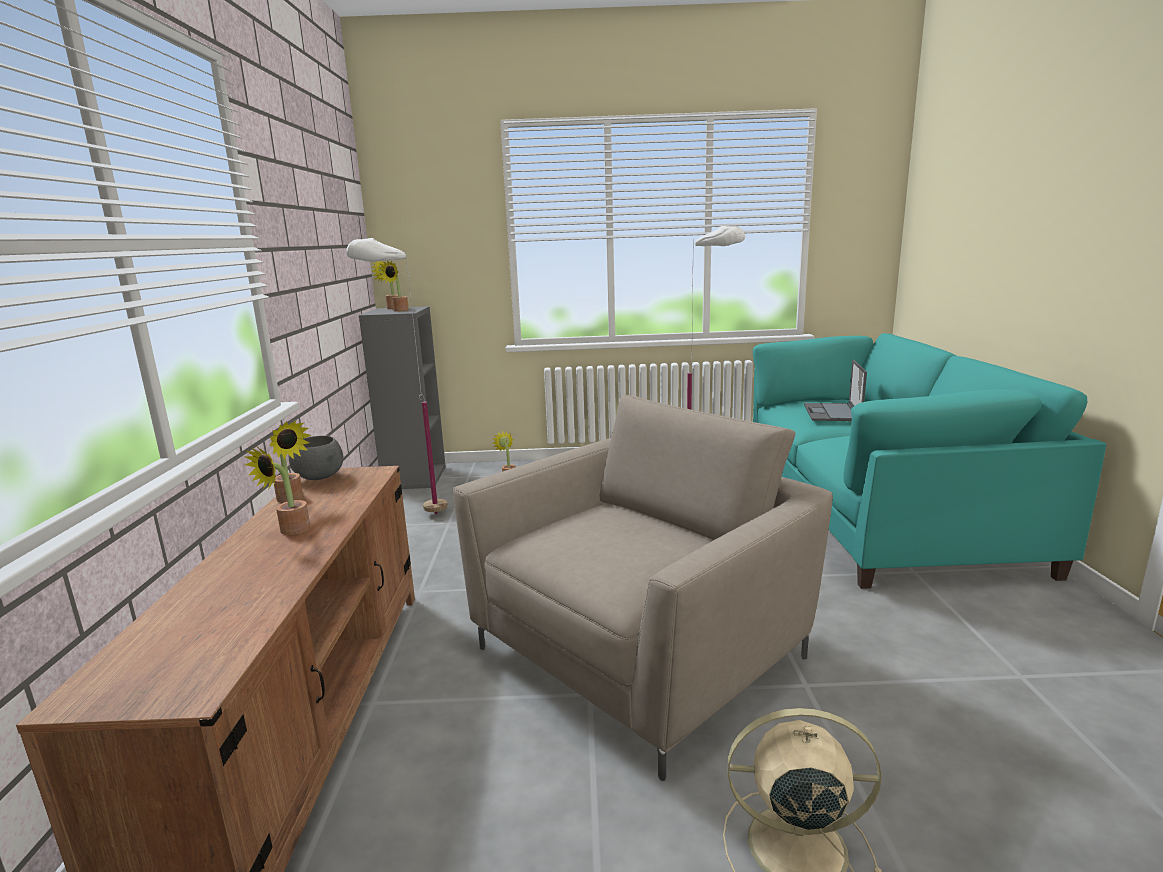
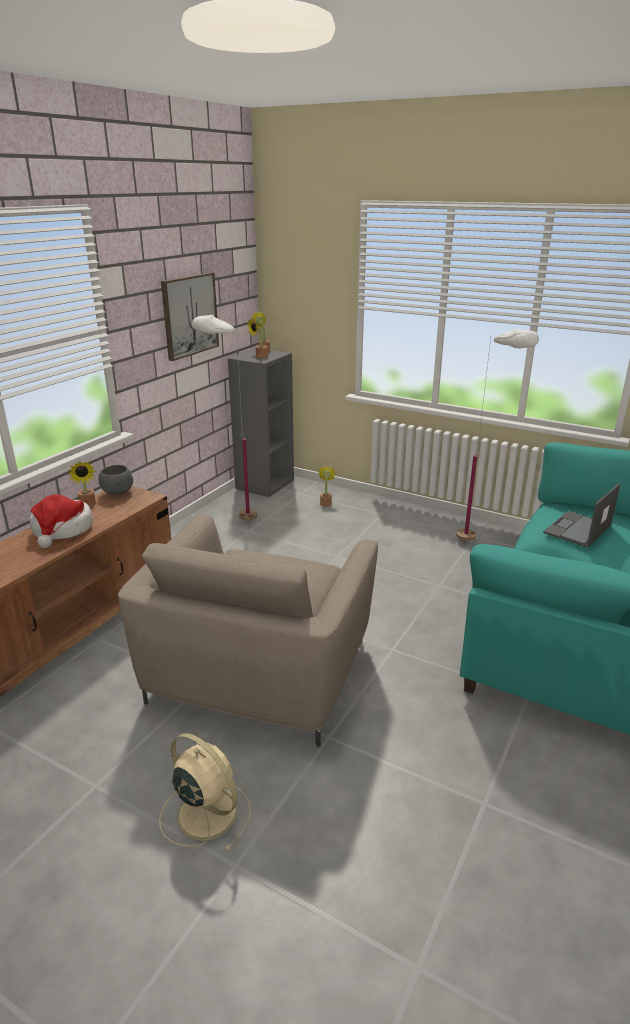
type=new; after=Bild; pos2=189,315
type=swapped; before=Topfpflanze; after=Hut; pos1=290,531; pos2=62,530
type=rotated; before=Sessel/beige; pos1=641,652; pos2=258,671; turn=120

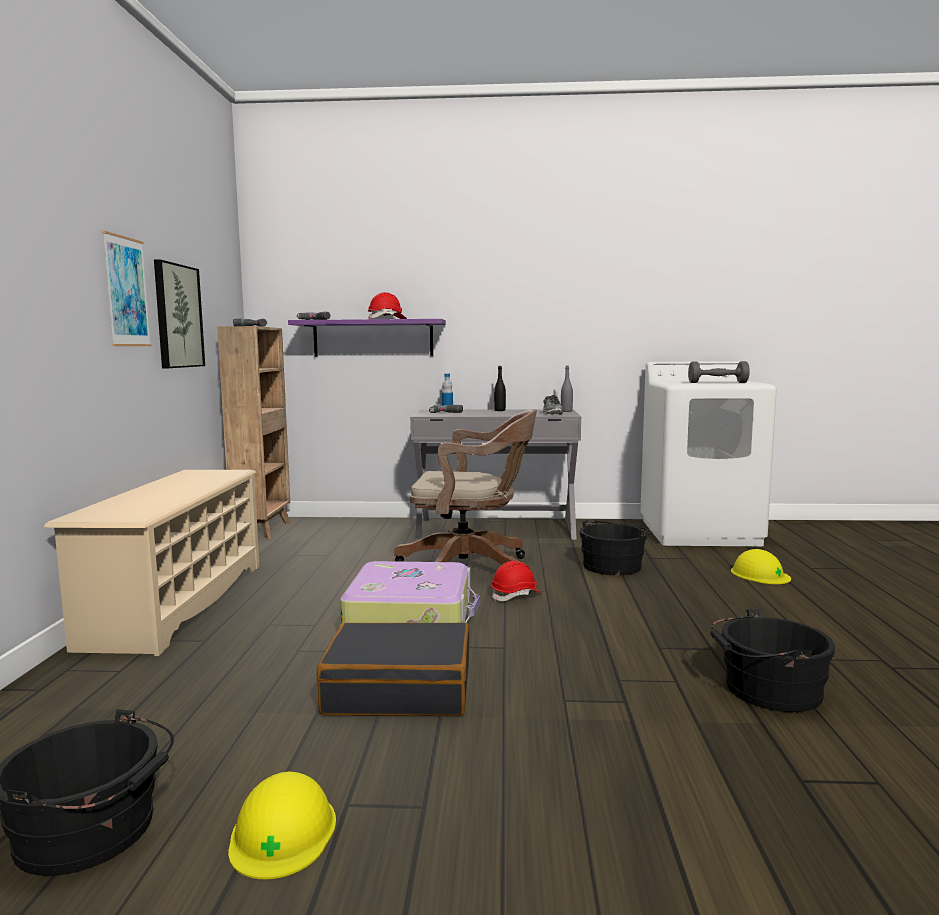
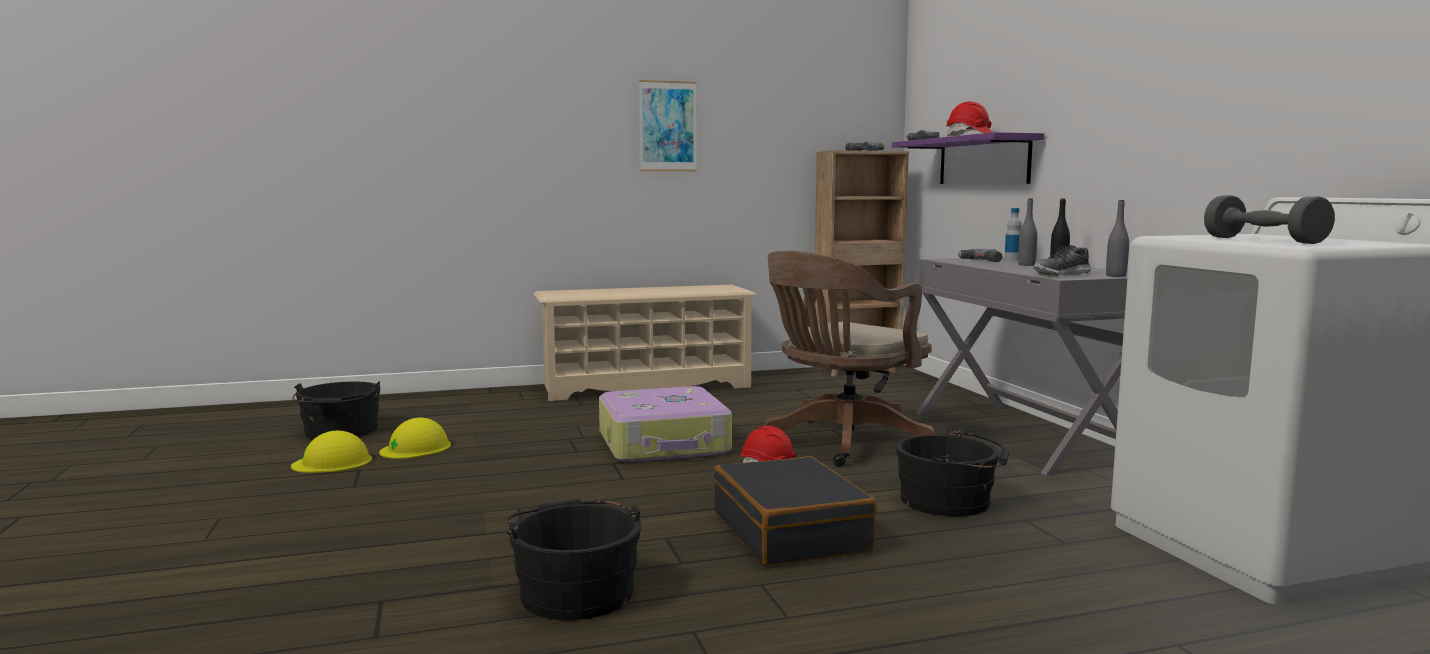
type=gone; before=Bild; pos1=177,316
type=new; after=Flasche/grau; pos2=1026,265
type=shifted; before=Koffer/schwarz; pos1=399,689; pos2=791,532
type=shifted; before=Schutzhelm/gelb; pos1=760,574; pos2=416,448
type=rotated; before=Bürostuhl/braun; pos1=471,567; pos2=842,444; turn=60

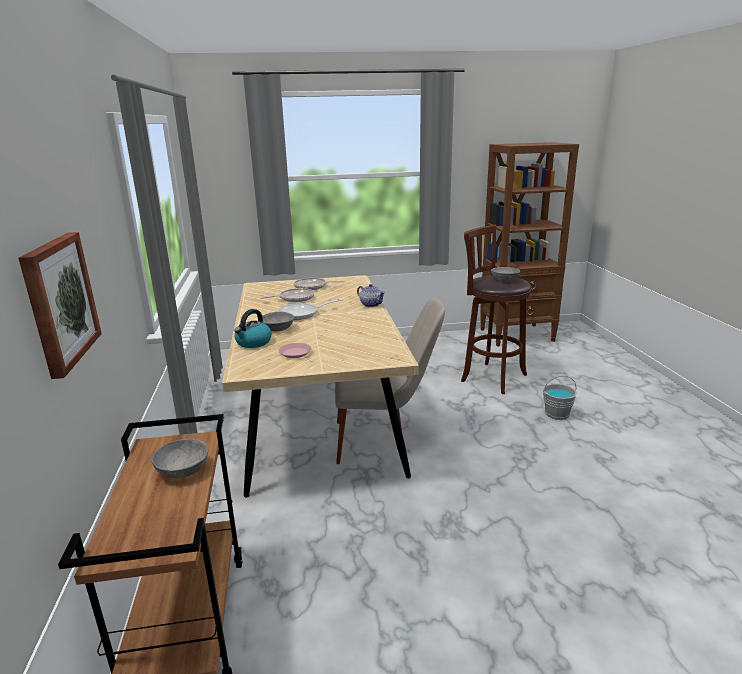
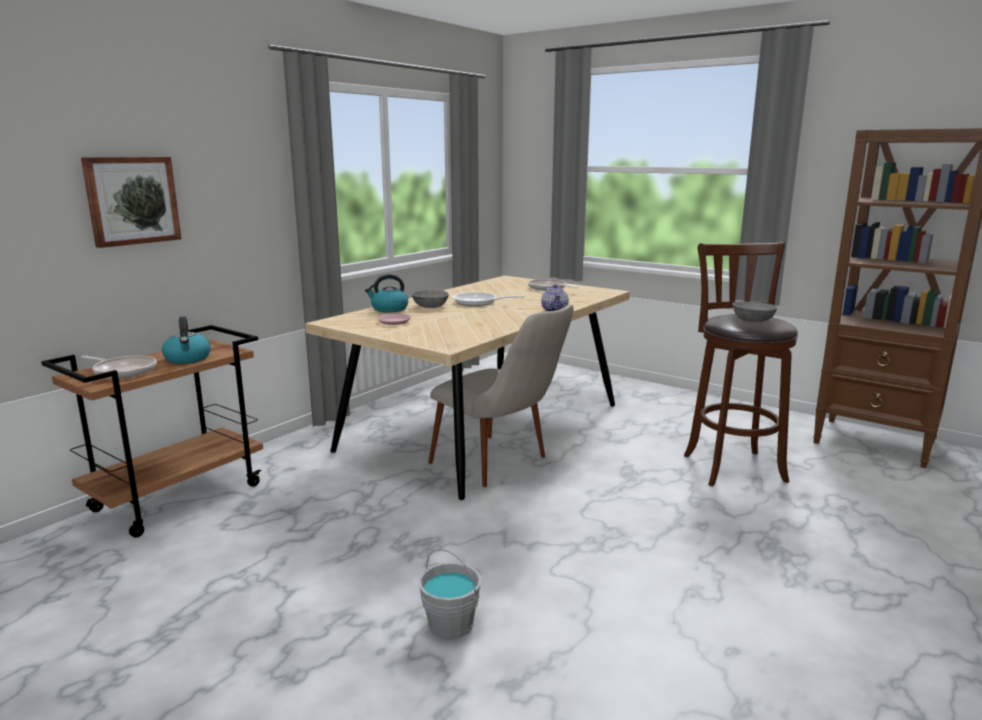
type=shifted; before=Pfanne; pos1=294,298; pos2=123,371
type=shifted; before=Eimer/grau; pos1=556,414; pos2=451,624
type=swapped; before=Schüssel/grau; after=Wasserkessel; pos1=183,469; pos2=188,359

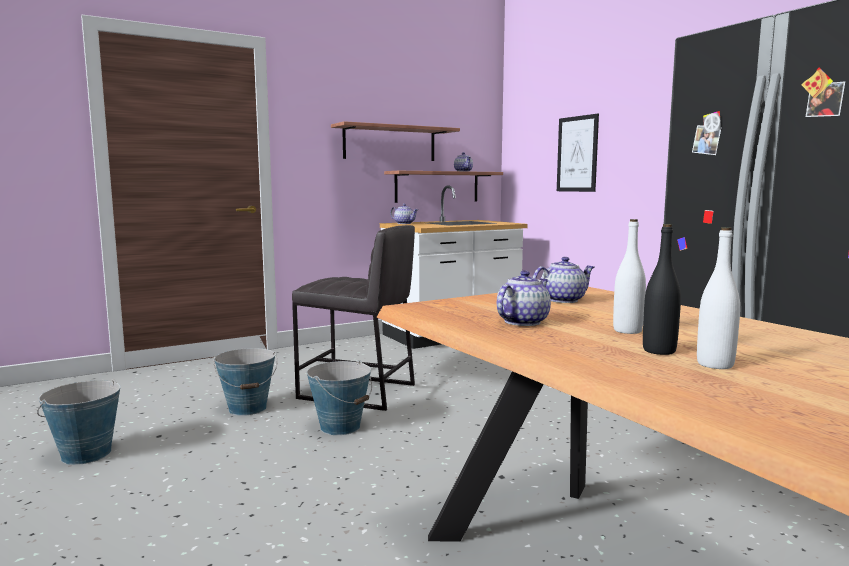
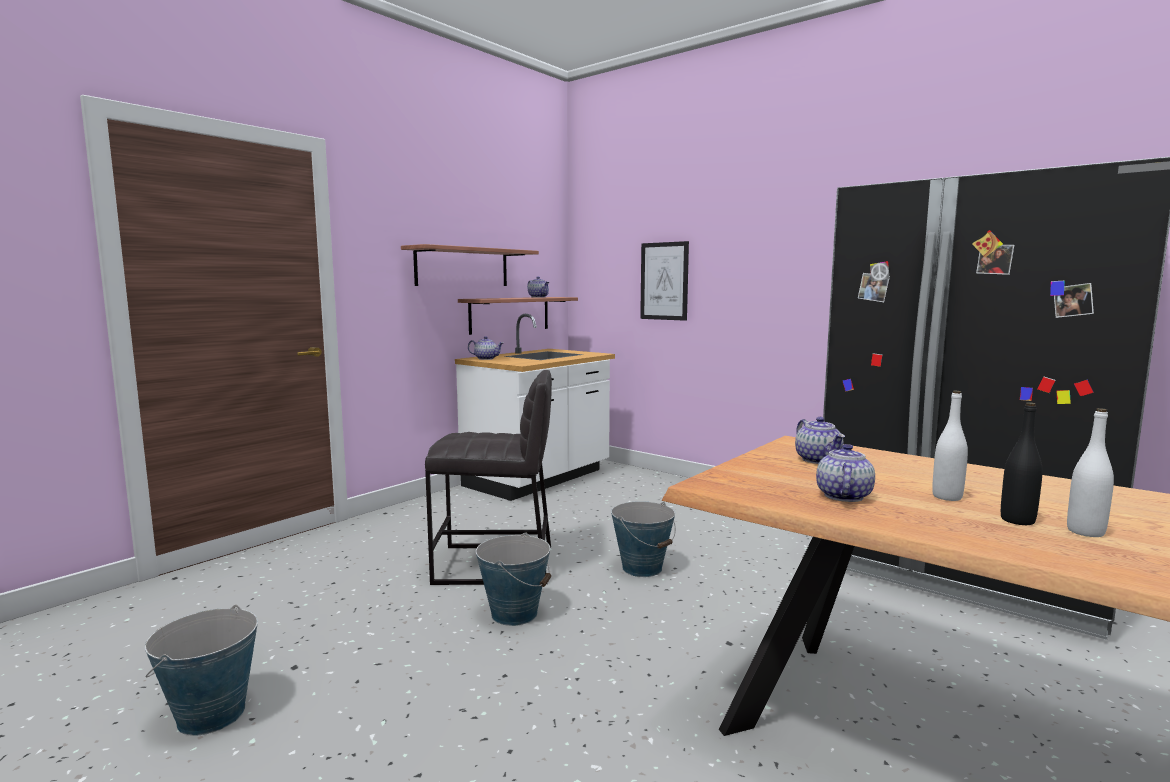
type=shifted; before=Eimer; pos1=248,408; pos2=642,568
type=rotated; before=Teekanne; pos1=563,300; pos2=819,460; turn=120

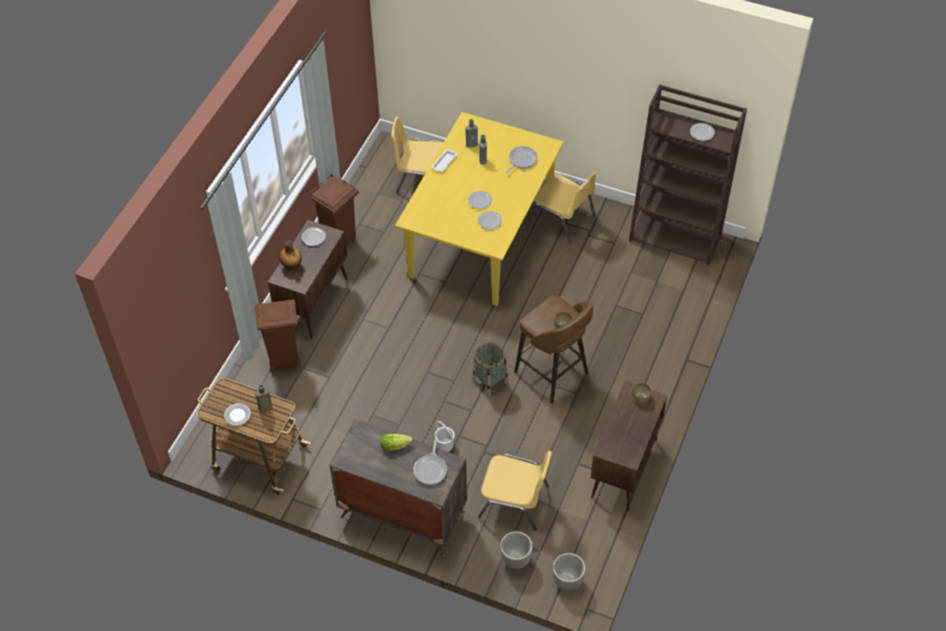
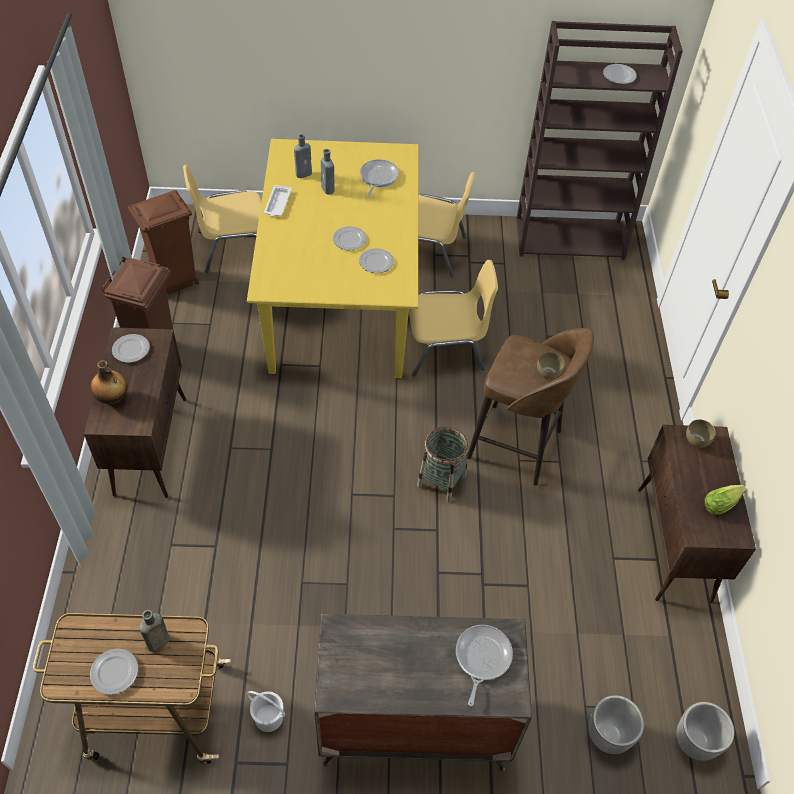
type=shifted; before=Mülleimer/braun; pos1=284,361; pos2=175,283
type=shifted; before=Salatkopf; pos1=397,445; pos2=722,503
type=shifted; before=Eimer/weiß; pos1=444,445; pos2=268,718
type=shifted; before=Stuhl/gelb; pos1=515,501; pos2=445,348
type=rotated; before=Pfanne; pos1=431,469; pos2=481,658; turn=-150

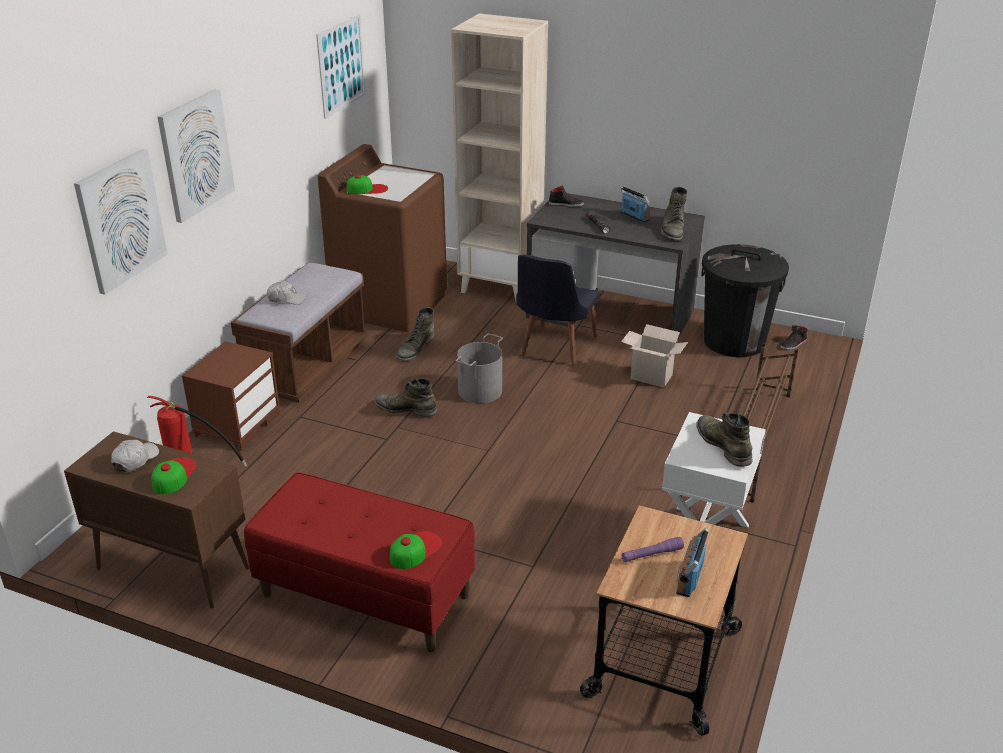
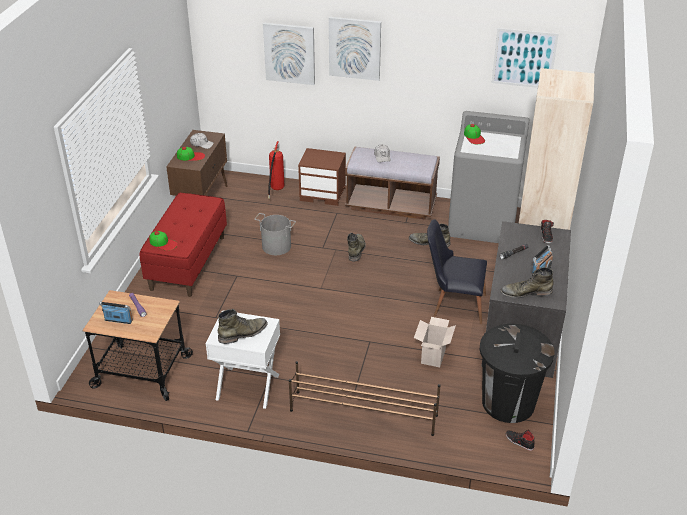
type=shifted; before=Eimer/grau; pos1=479,390; pos2=276,246
type=repainted; before=Waschmaschine/braun; after=Waschmaschine/grau; pos1=390,304; pos2=483,223

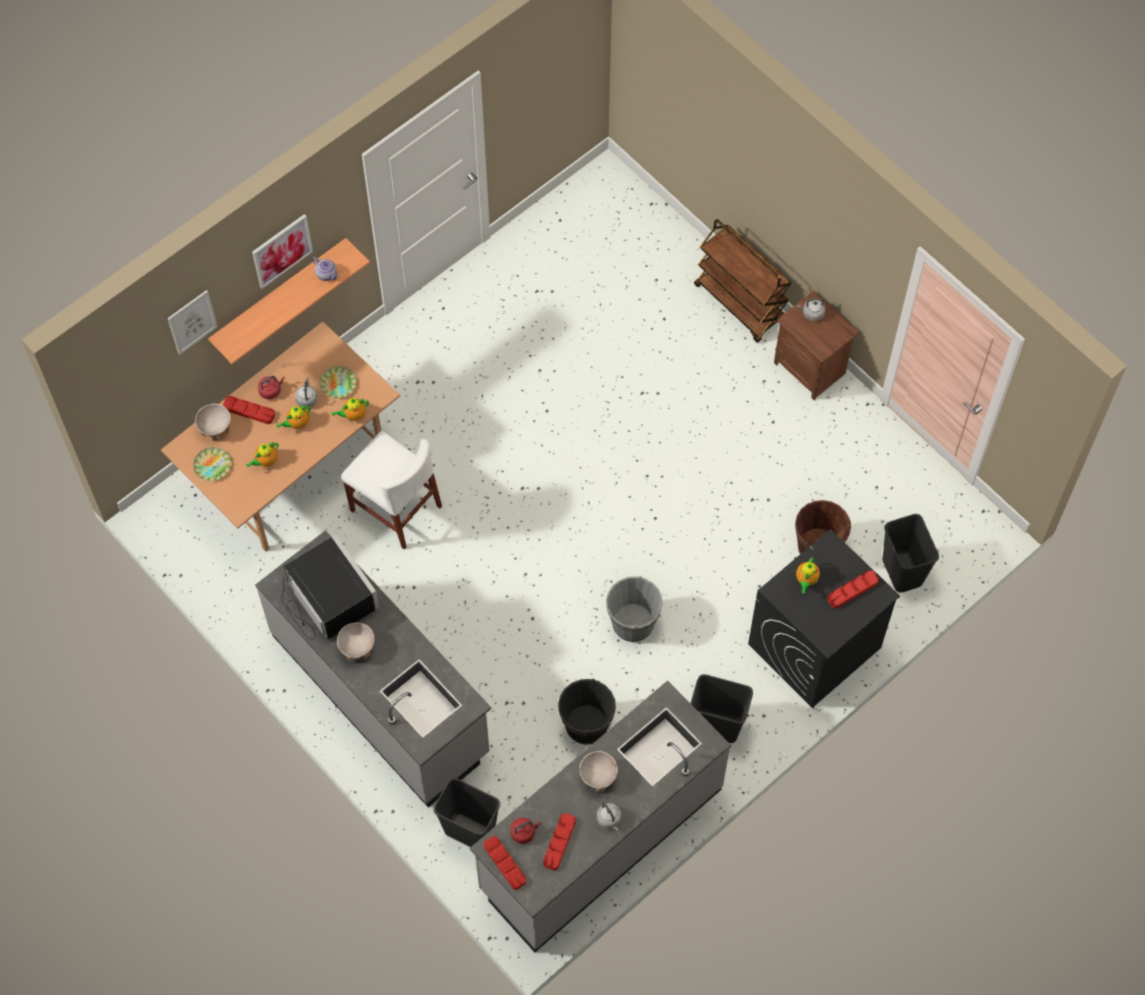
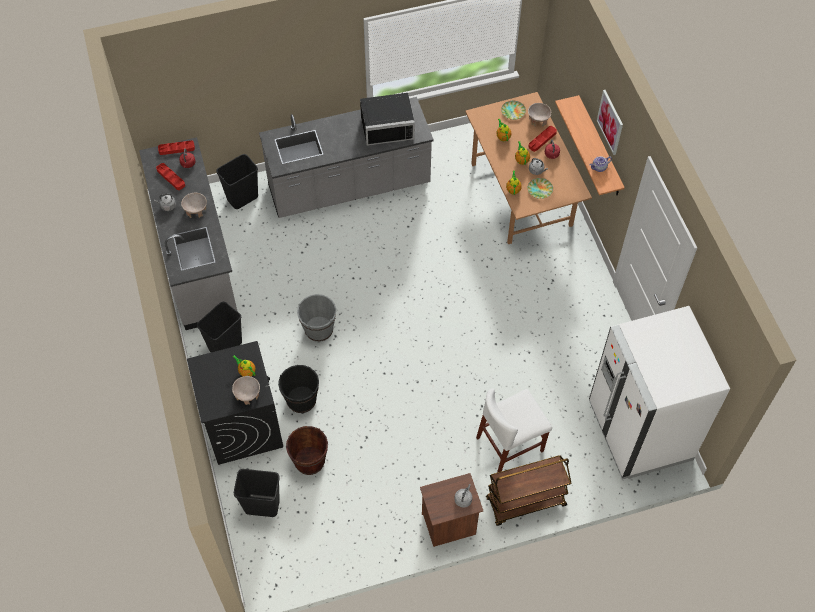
type=gone; before=Bild; pos1=192,322
type=gone; before=Tablett/rot; pos1=852,590
type=new; after=Kühlschrank/weiß; pos2=639,431
type=shifted; before=Schüssel/beige; pos1=357,648; pos2=247,395
type=shifted; before=Stuhl/weiß; pos1=395,508; pos2=510,444
type=shifted; before=Eimer/schwarz; pos1=586,725; pos2=301,400

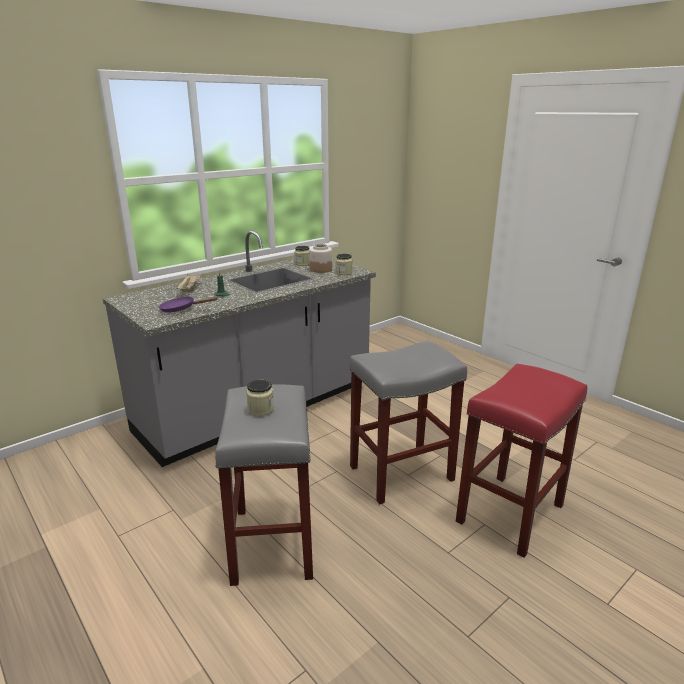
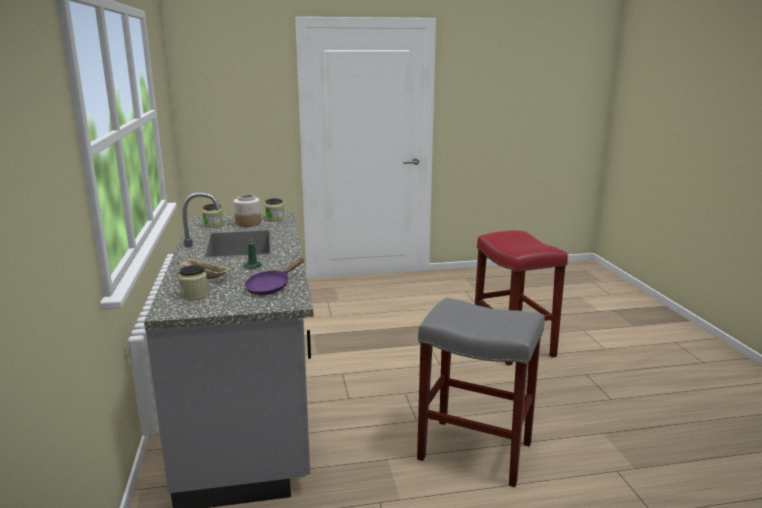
type=gone; before=Hocker/grau; pos1=402,472
type=shifted; before=Vorratsglas; pos1=261,409; pos2=194,295

